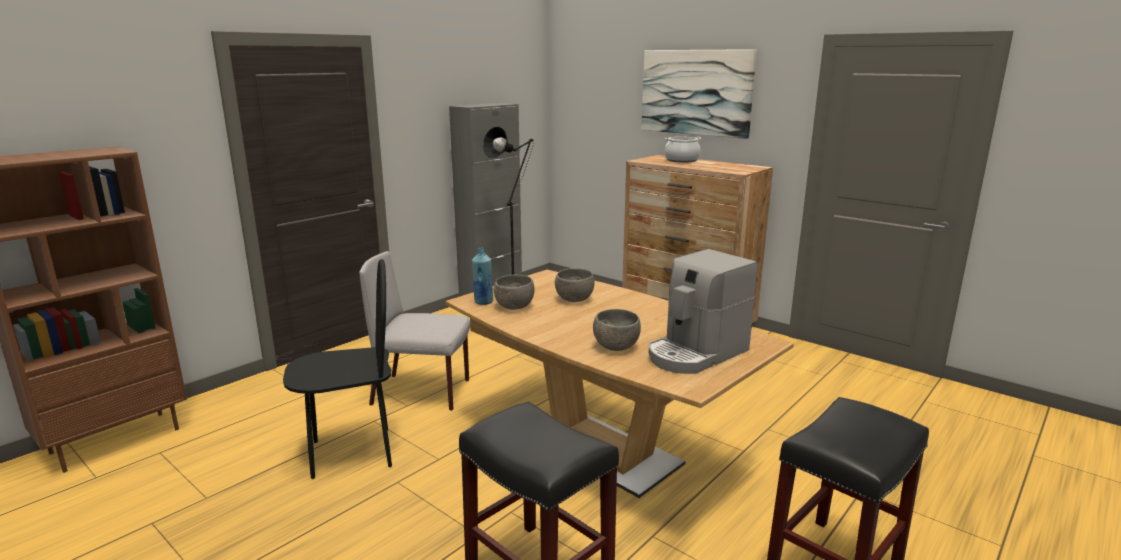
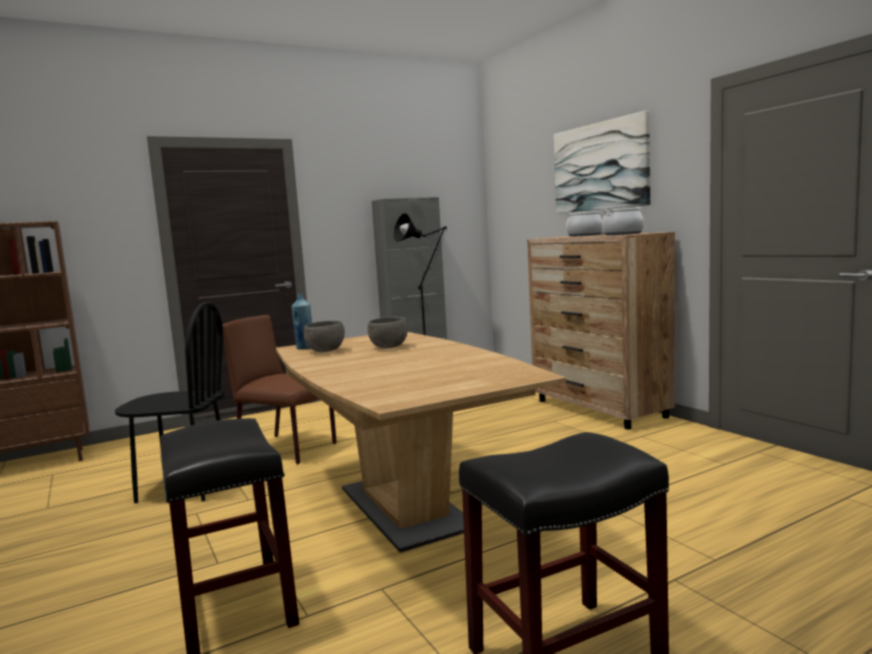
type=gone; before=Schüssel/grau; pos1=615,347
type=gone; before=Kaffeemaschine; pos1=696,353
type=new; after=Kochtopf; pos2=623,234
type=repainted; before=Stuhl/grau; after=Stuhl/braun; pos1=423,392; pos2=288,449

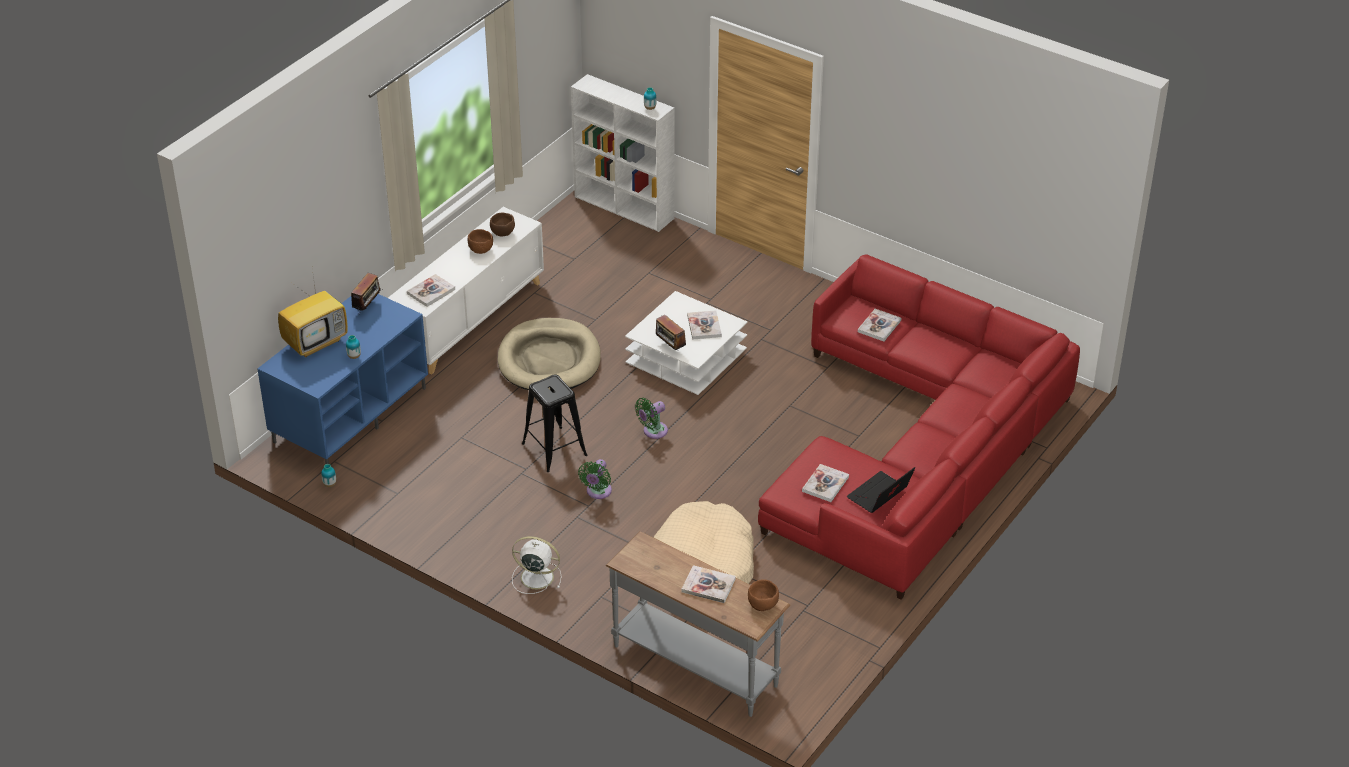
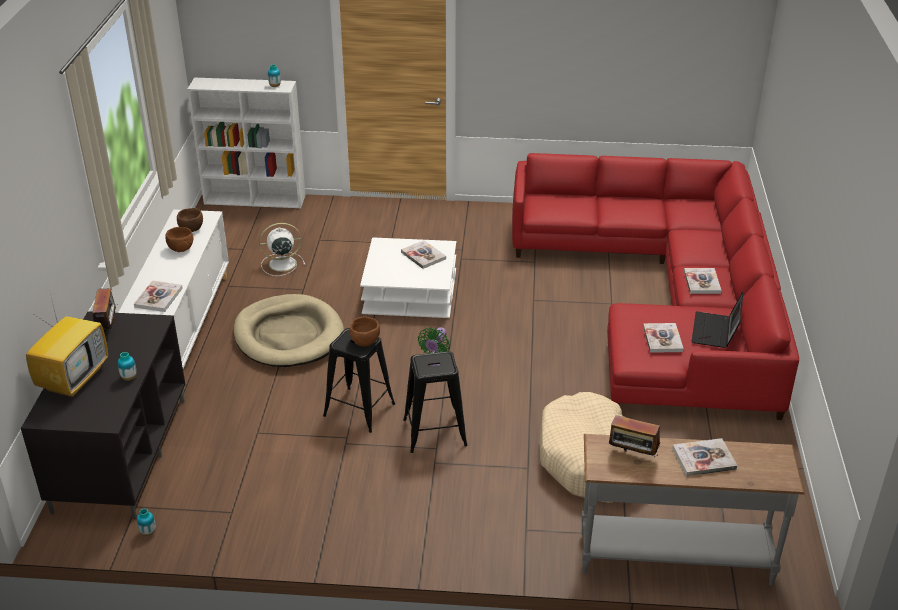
type=shifted; before=Ventilator/weiß; pos1=535,577; pos2=281,264
type=shifted; before=Radio; pos1=670,347; pos2=632,455
type=shifted; before=Schüssel/braun; pos1=763,604; pos2=365,341
type=shifted; before=Buch; pos1=879,326; pos2=702,282
type=swapped; before=Ventilator/grün; after=Hocker/schwarz; pos1=598,492; pos2=434,432
type=repainted; before=Fernsehschrank/blau; after=Fernsehschrank/schwarz; pos1=350,414; pos2=120,453

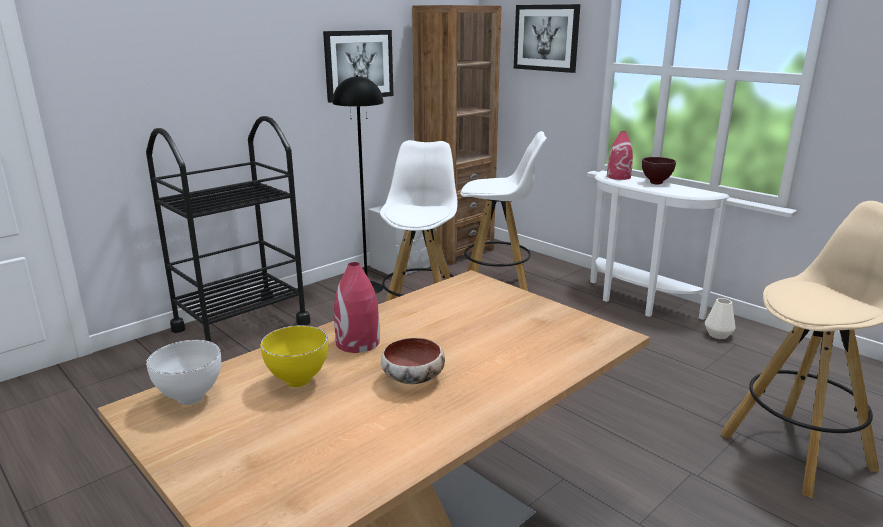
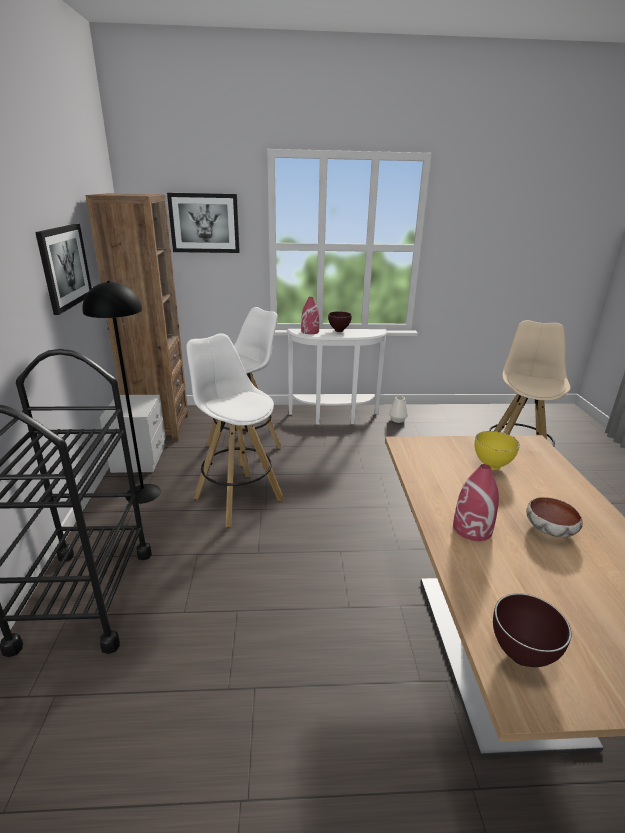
type=shifted; before=Schüssel/gelb; pos1=298,381; pos2=490,466
type=repainted; before=Schüssel/weiß; after=Schüssel/braun; pos1=192,398; pos2=520,654

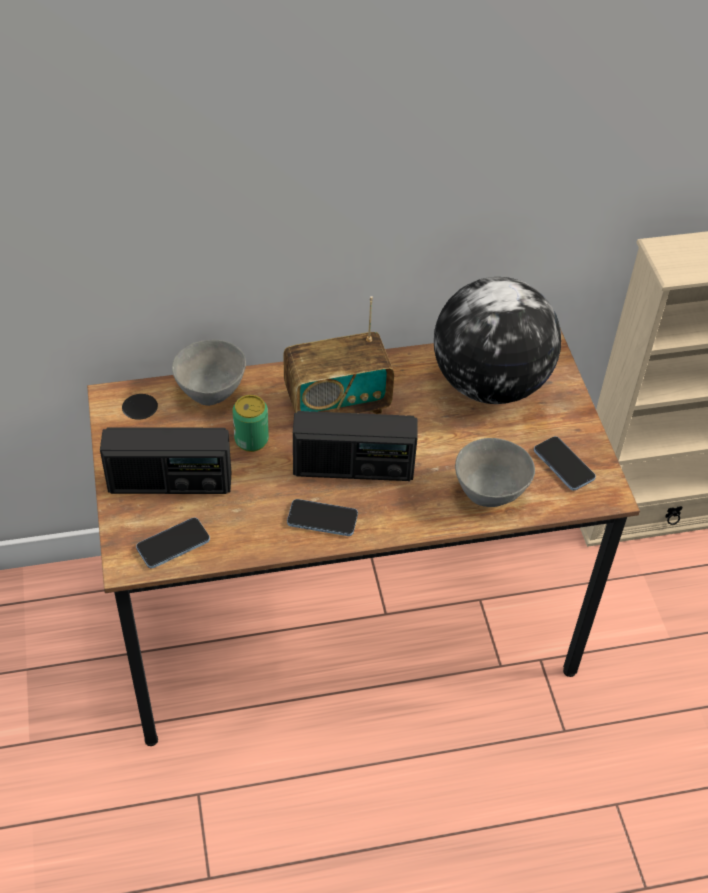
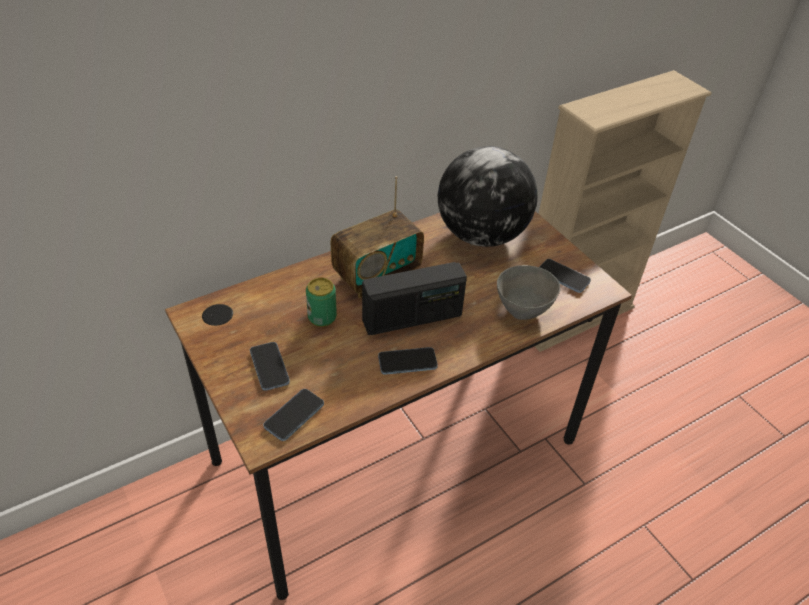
type=gone; before=Schüssel/grau; pos1=211,393
type=swapped; before=Radio; after=Handy; pos1=170,483; pos2=269,367

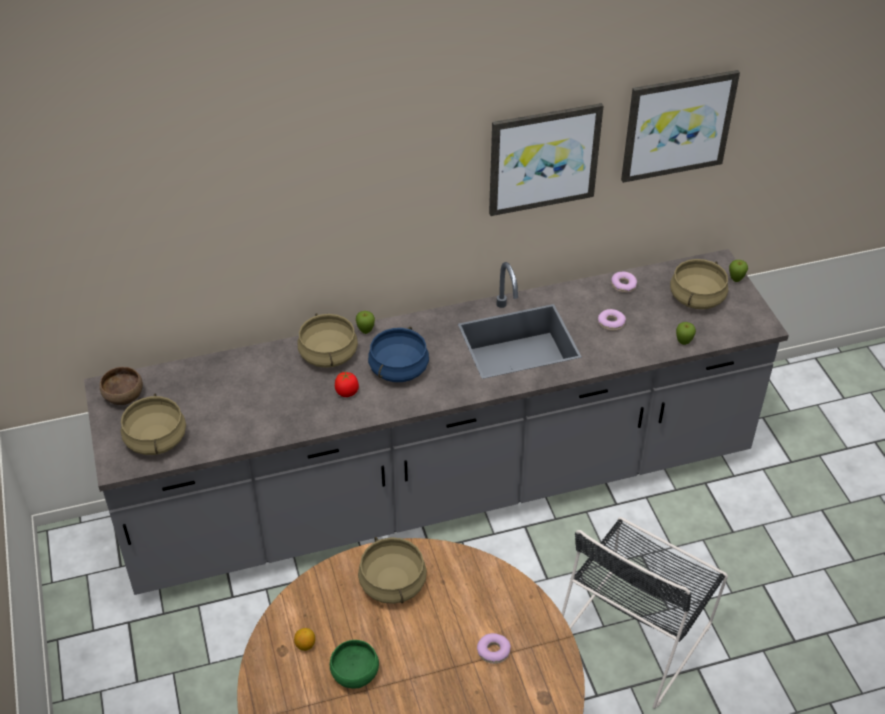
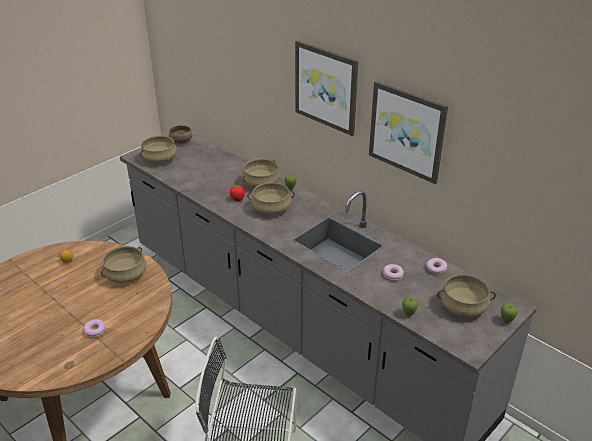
type=gone; before=Schüssel/grün; pos1=354,673
type=shifted; before=Bild; pos1=677,125; pos2=326,87
type=repainted; before=Kochtopf/blau; after=Kochtopf/beige; pos1=398,368; pos2=271,208

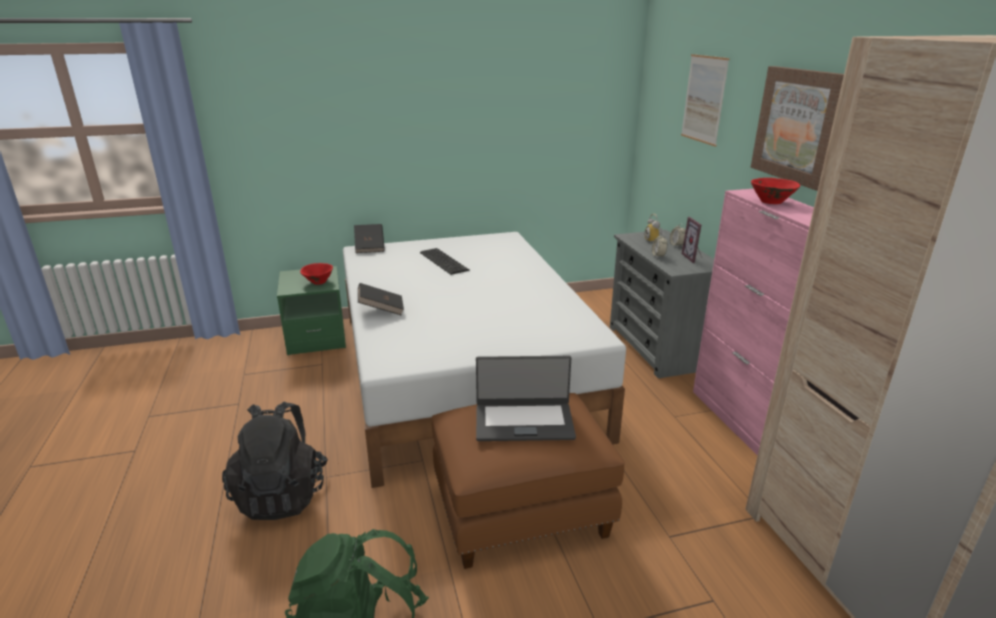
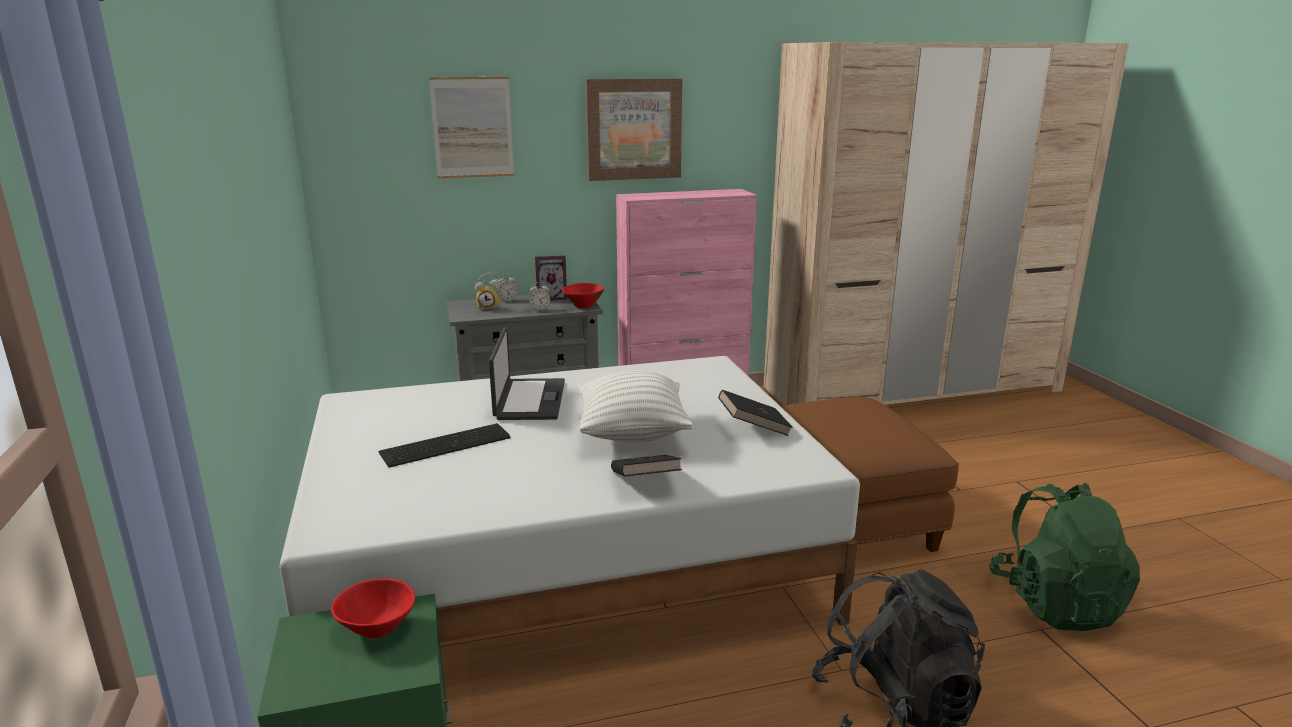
type=new; after=Kissen/weiß; pos2=632,434
type=shifted; before=Buch/schwarz; pos1=370,247; pos2=753,428
type=shifted; before=Laptop; pos1=524,421; pos2=529,400
type=shifted; before=Schüssel/rot; pos1=772,202; pos2=584,305

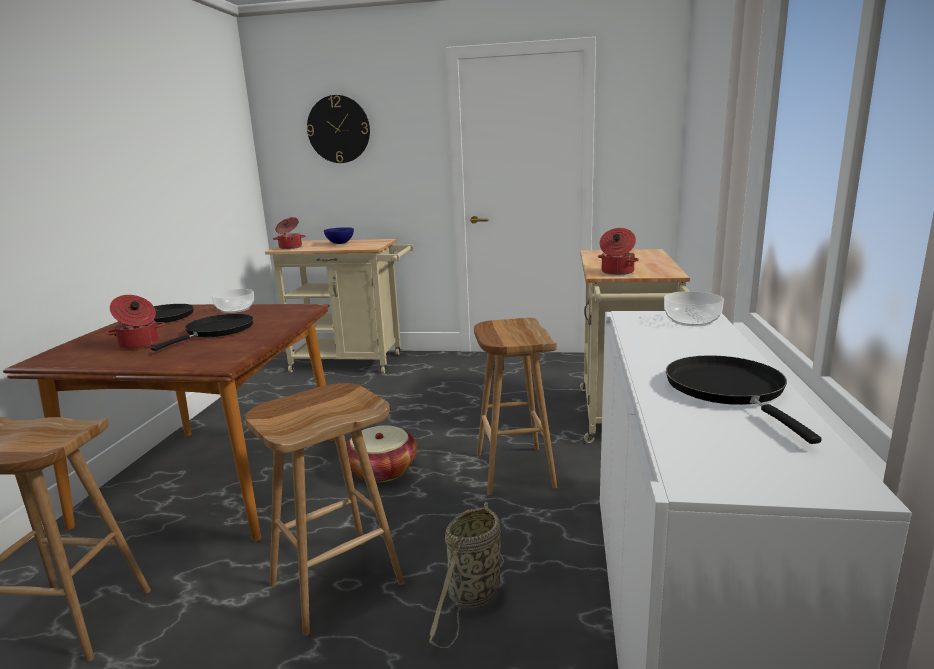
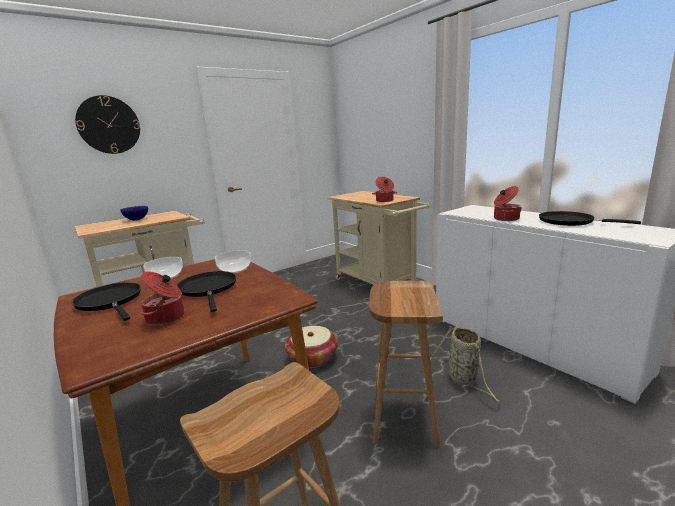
type=gone; before=Hocker/braun; pos1=513,469
type=shifted; before=Kochtopf; pos1=290,247; pos2=505,218
type=shifted; before=Schüssel; pos1=691,321; pos2=234,269

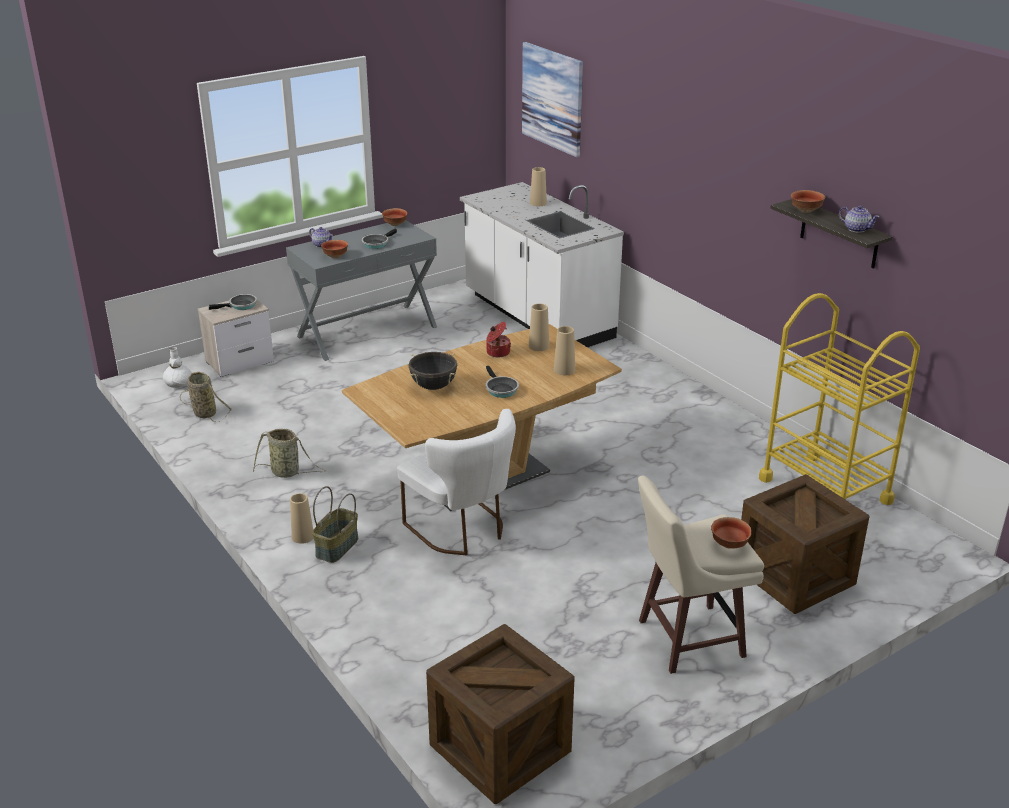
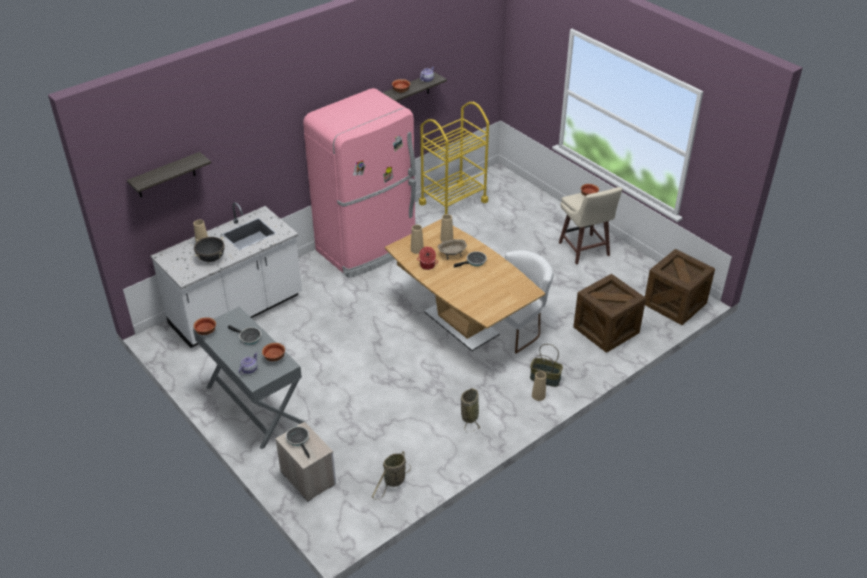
type=gone; before=Vase/weiß; pos1=178,383
type=new; after=Kühlschrank/rosa; pos2=368,248
type=new; after=Schüssel/beige; pos2=452,254
type=shifted; before=Kochtopf/schwarz; pos1=433,386; pos2=211,258
type=shifted; before=Kiste; pos1=795,576; pos2=606,330
type=swapped; before=Bild; after=Wandregal; pos1=552,98; pos2=166,175

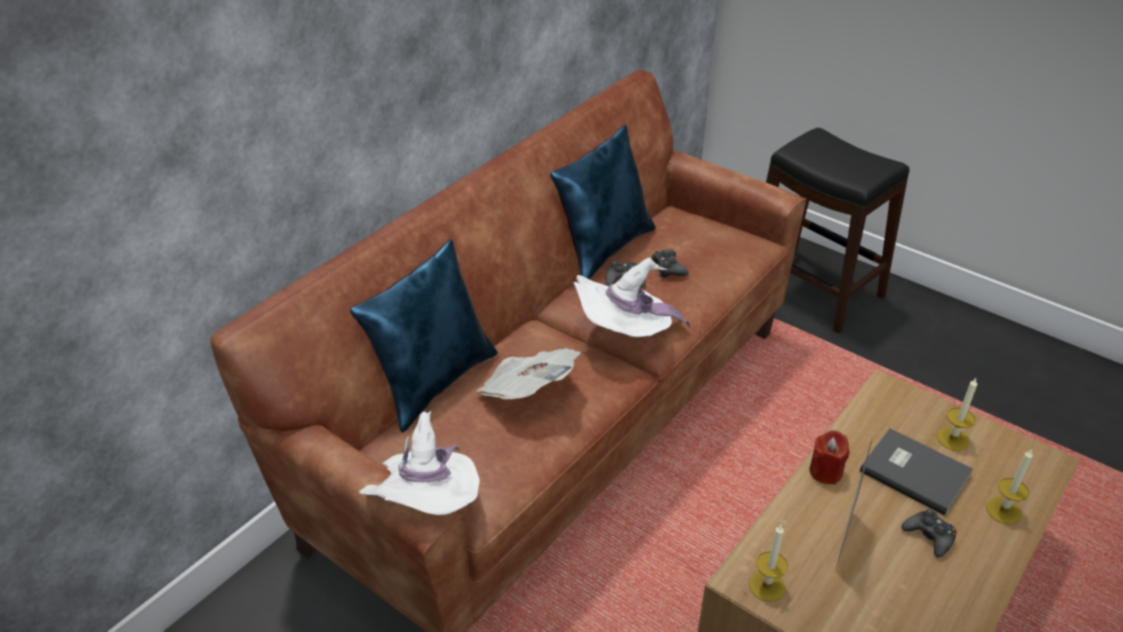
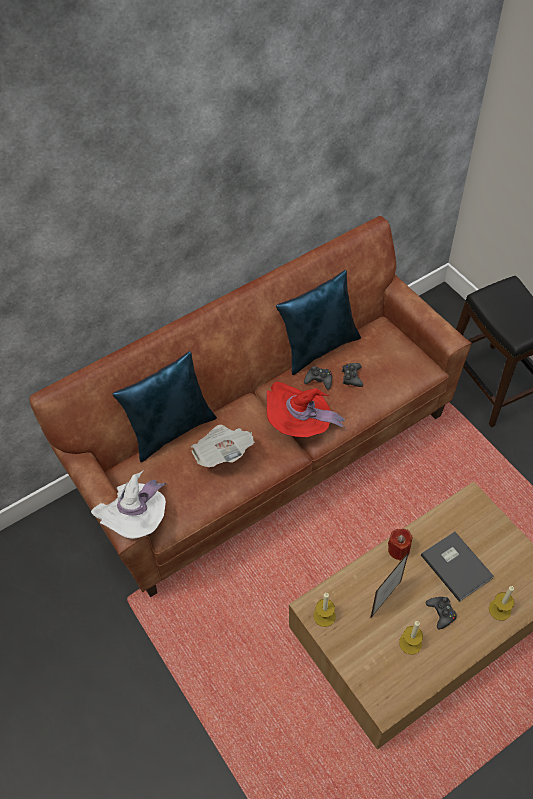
type=shifted; before=Kerze; pos1=953,439; pos2=410,643
type=repainted; before=Hut/weiß; after=Hut/rot; pos1=625,335; pos2=300,424

